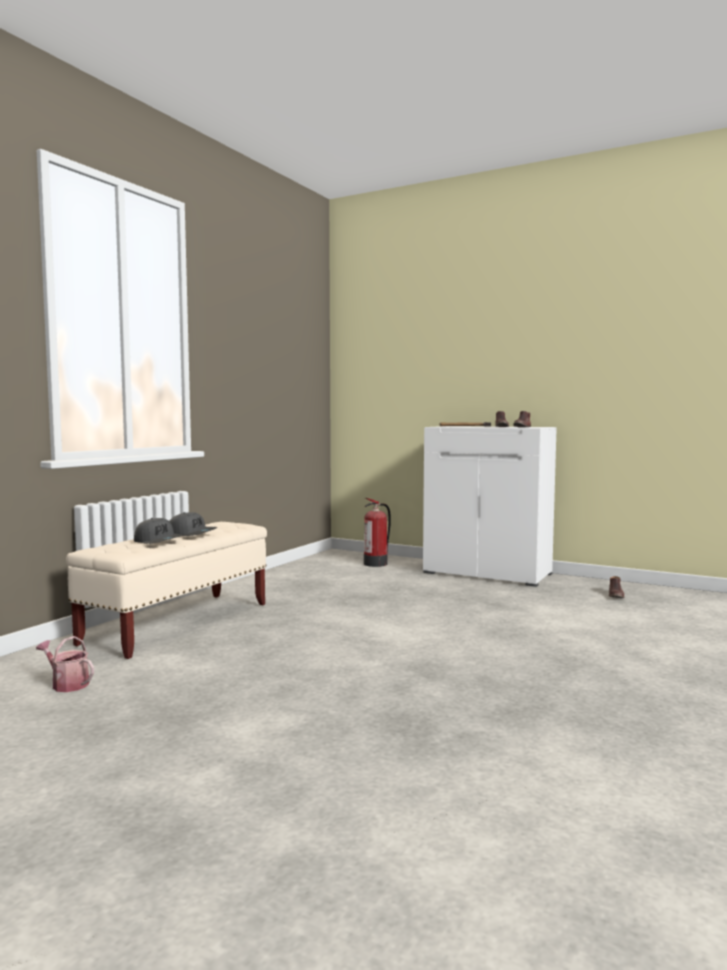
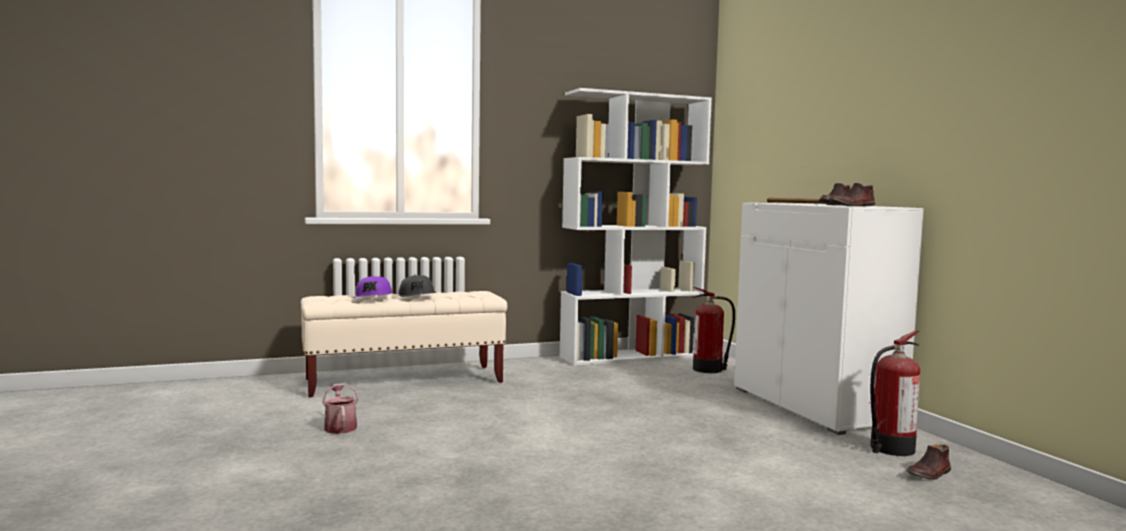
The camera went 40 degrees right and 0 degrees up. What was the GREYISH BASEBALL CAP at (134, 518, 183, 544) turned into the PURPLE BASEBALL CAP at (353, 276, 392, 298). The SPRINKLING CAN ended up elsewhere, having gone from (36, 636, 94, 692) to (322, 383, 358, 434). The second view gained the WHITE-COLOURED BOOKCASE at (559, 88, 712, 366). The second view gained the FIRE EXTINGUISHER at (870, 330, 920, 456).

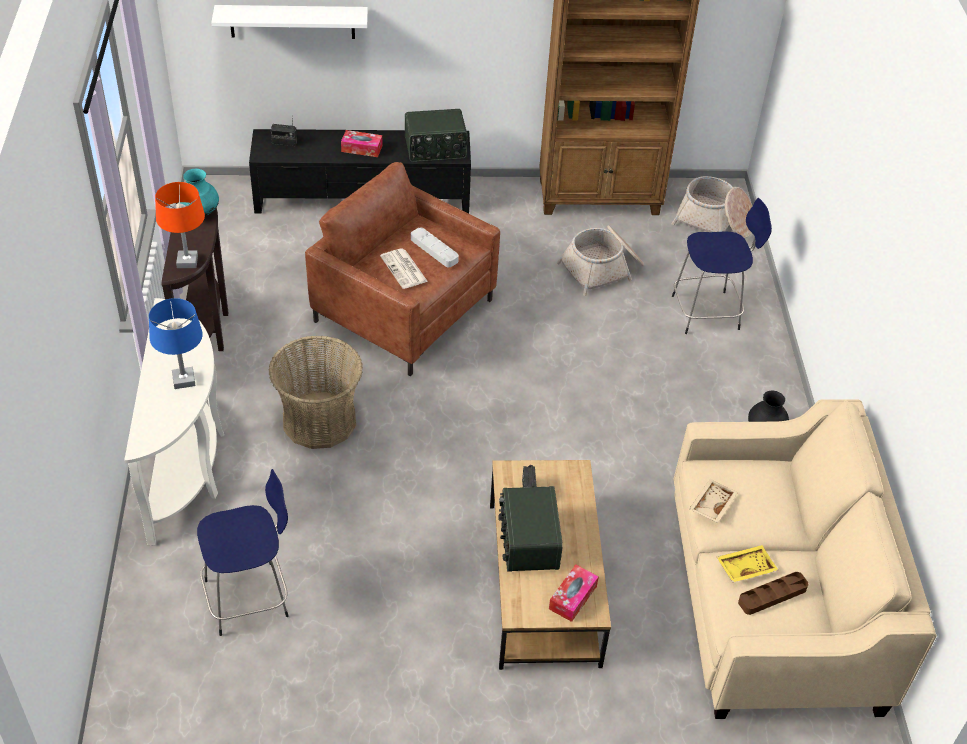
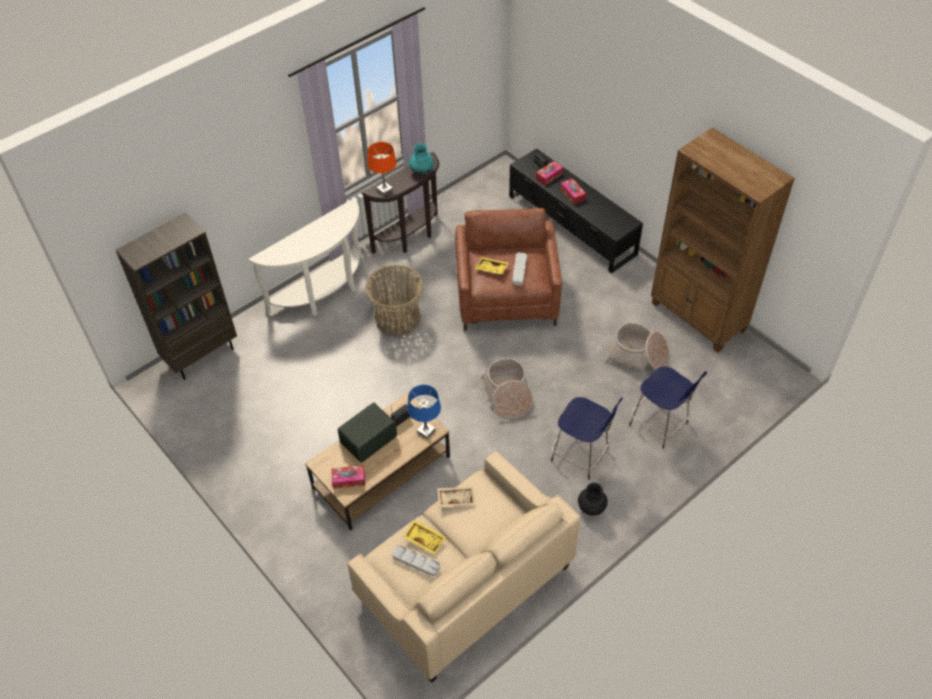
The camera went 55 degrees right and 5 degrees up. The second view lost the WHITE-COLOURED WALL SHELF at (211, 5, 368, 39). The second view lost the RADIO RECEIVER at (405, 109, 468, 162). The BASKET ended up elsewhere, having gone from (672, 176, 752, 238) to (481, 358, 532, 420). Where the NEWSPAPER stood at (380, 249, 428, 289), the YELLOW TRAY came to stand at (475, 257, 509, 274). The BLUE-COLOURED TABLETOP LAMP ended up elsewhere, having gone from (149, 298, 203, 389) to (407, 385, 441, 439). The BLUE-COLOURED SITTING STOOL ended up elsewhere, having gone from (197, 469, 289, 636) to (551, 397, 623, 480). What was the BROWN TRAY at (738, 572, 808, 615) turned into the GREYISH TRAY at (392, 545, 440, 577). The second view gained the BOX OF TISSUES at (536, 161, 563, 185). The second view gained the BROWN BOOKCASE at (116, 212, 237, 380).

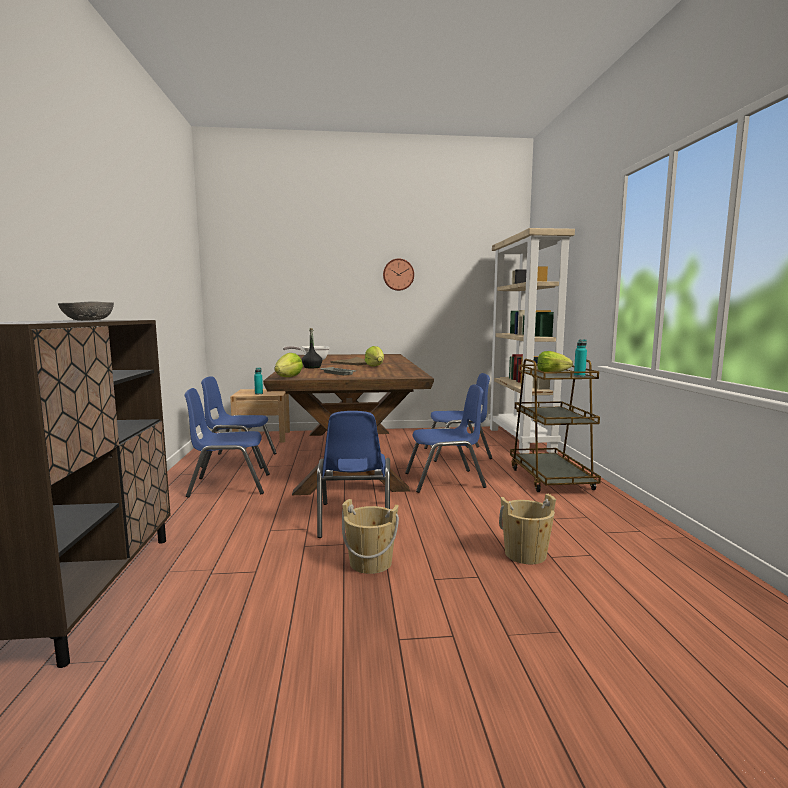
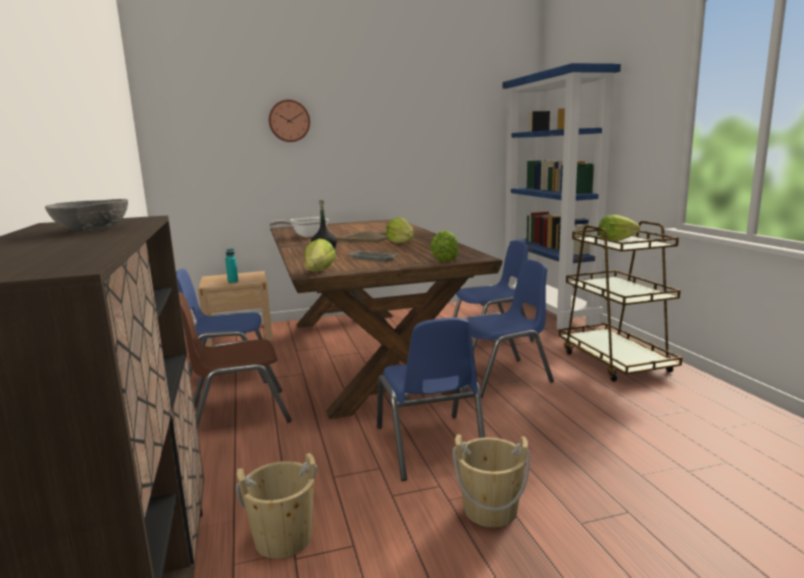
The camera went 10 degrees left and 5 degrees up. What was the SAND-COLOURED BOOKCASE at (488, 228, 575, 454) turned into the BLUE-COLOURED BOOKCASE at (502, 63, 621, 331). The HANGING CLOCK ended up elsewhere, having gone from (383, 259, 414, 291) to (269, 100, 310, 142). The second view lost the TURQUOISE BEVERAGE BOTTLE at (574, 339, 587, 377). What was the BLUE-COLOURED UPRIGHT CHAIR at (185, 388, 270, 497) turned into the BROWN UPRIGHT CHAIR at (179, 292, 292, 428). The SAND-COLOURED WATER BUCKET ended up elsewhere, having gone from (499, 494, 556, 564) to (236, 453, 317, 559). The second view gained the LETTUCE at (430, 230, 459, 262).

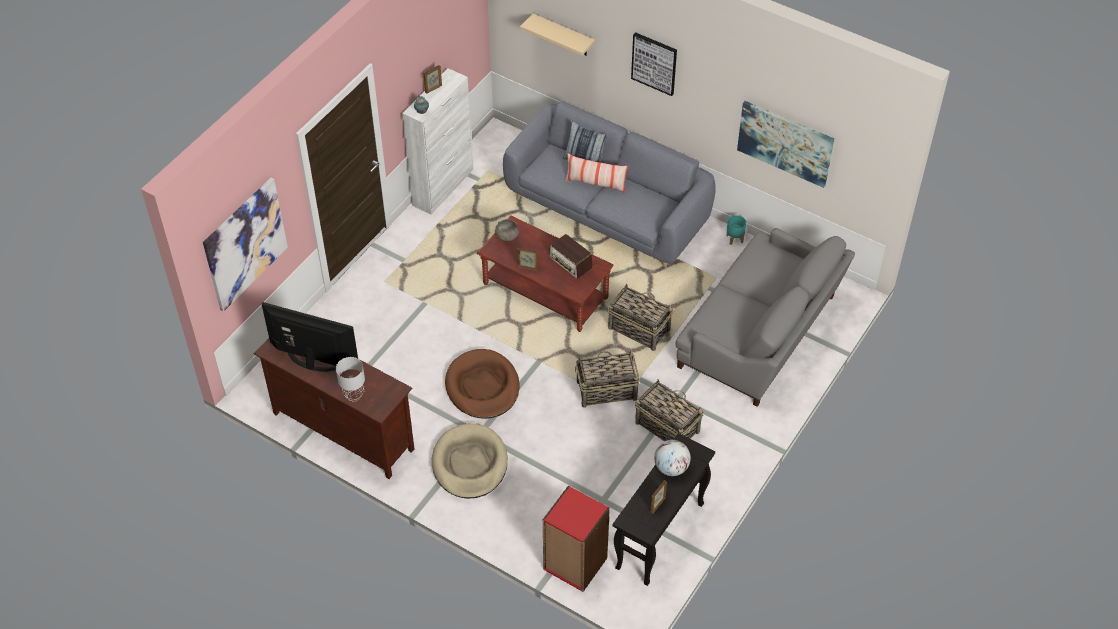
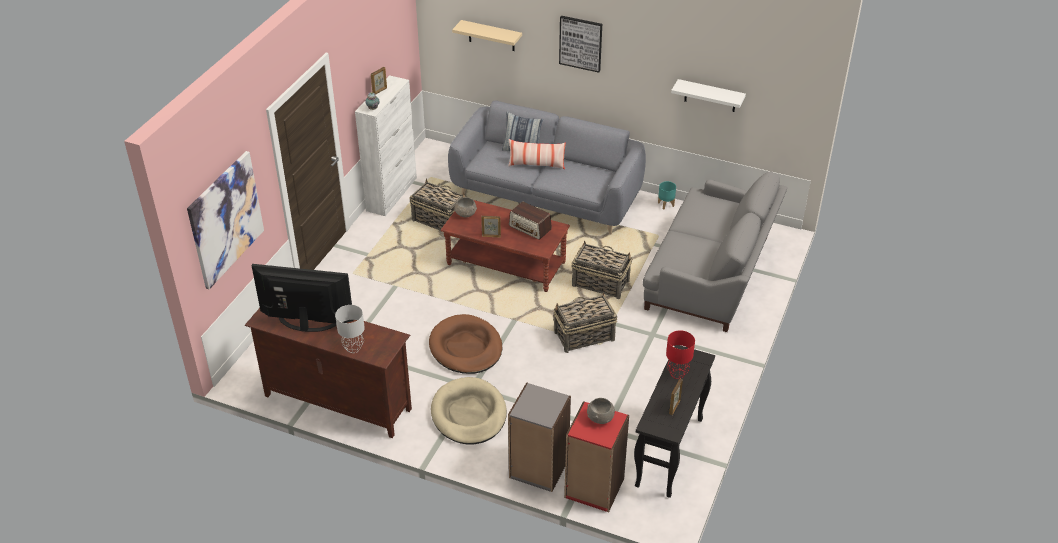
The camera went 10 degrees left and 10 degrees down. Where the PICTURE hung at (737, 101, 834, 188), the WHITE-COLOURED WALL SHELF came to hang at (671, 79, 746, 112). The BASKET ended up elsewhere, having gone from (635, 379, 704, 441) to (409, 178, 465, 231). Where the GLOBE stood at (654, 440, 691, 476), the REDDISH TABLETOP LAMP came to stand at (666, 330, 695, 379). The second view gained the GREYISH BOOKCASE at (508, 382, 571, 492). The second view gained the GREYISH BOWL at (587, 398, 615, 424).

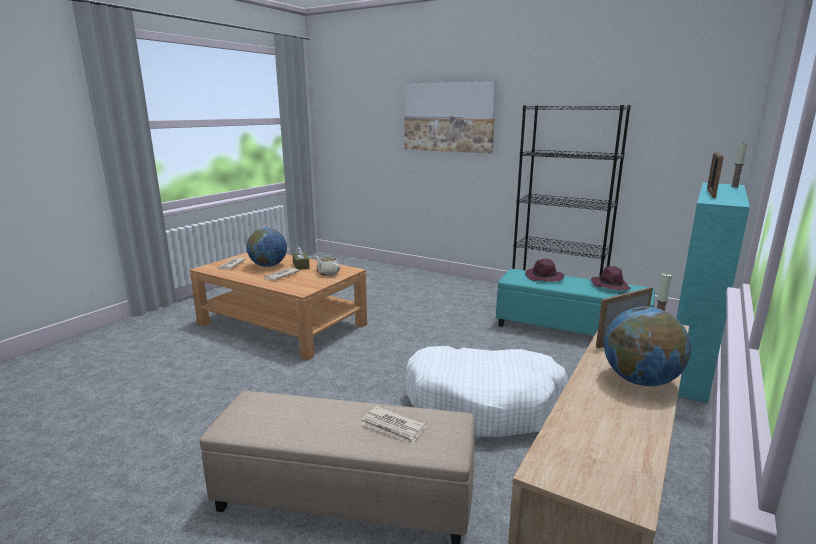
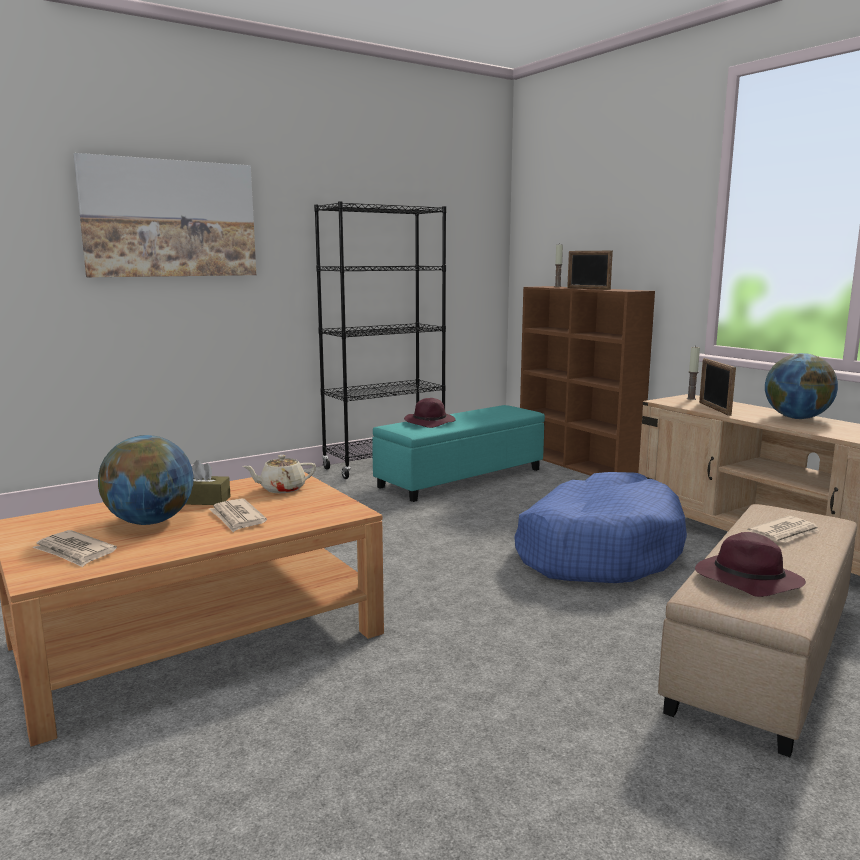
The camera went 65 degrees left and 5 degrees down. What was the TURQUOISE BOOKCASE at (676, 183, 750, 403) turned into the BROWN BOOKCASE at (520, 286, 655, 476). The PURPLE CLOTHING HAT ended up elsewhere, having gone from (591, 266, 631, 290) to (695, 532, 806, 597). What was the WHITE-COLOURED DOG BED at (405, 346, 568, 437) turned into the BLUE-COLOURED DOG BED at (514, 472, 687, 583).

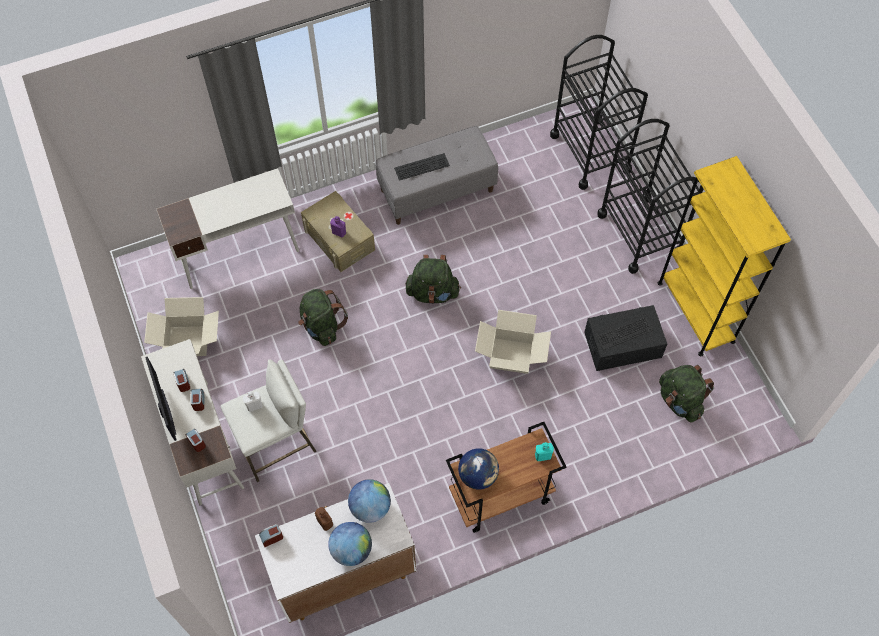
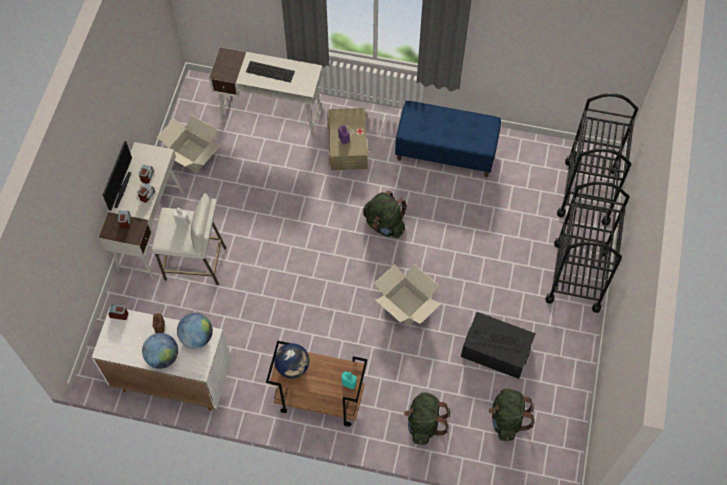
The camera went 35 degrees right and 0 degrees up. What was the GREYISH LONG SEAT at (376, 126, 498, 225) turned into the BLUE-COLOURED LONG SEAT at (395, 101, 501, 177). The KEYBOARD ended up elsewhere, having gone from (394, 153, 450, 181) to (246, 61, 295, 83). The second view lost the YELLOW BOOKCASE at (658, 156, 791, 356). The GREEN BACKPACK ended up elsewhere, having gone from (298, 289, 348, 346) to (404, 392, 450, 445).

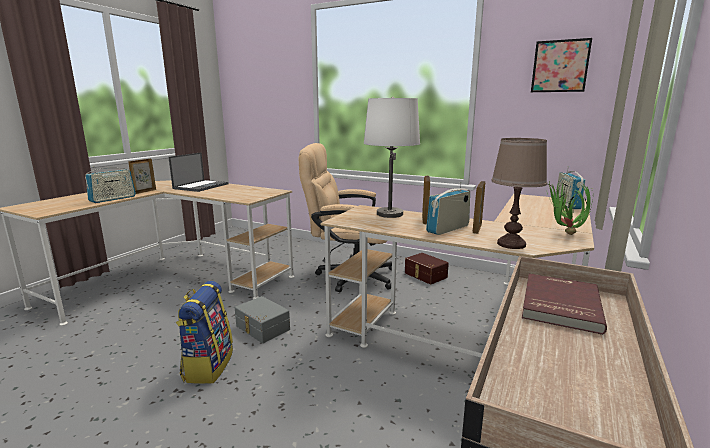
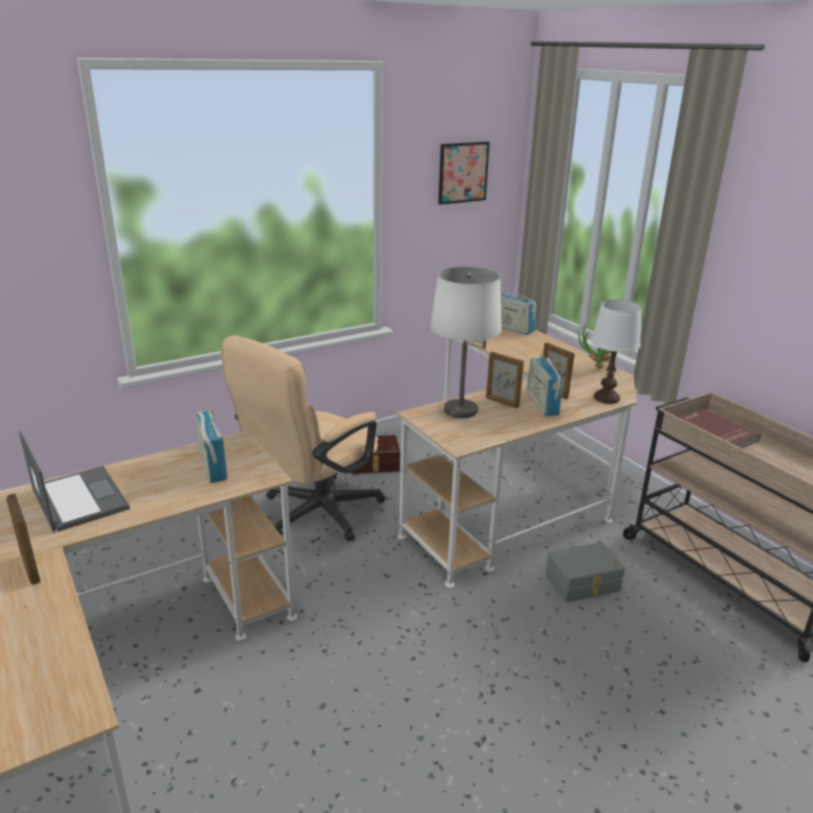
The camera went 60 degrees left and 10 degrees up. What was the BROWN TABLETOP LAMP at (491, 138, 547, 249) turned into the WHITE-COLOURED TABLETOP LAMP at (591, 299, 642, 404). The RADIO RECEIVER ended up elsewhere, having gone from (85, 166, 136, 203) to (195, 410, 228, 483). The second view lost the BACKPACK at (176, 281, 233, 384). The GREYISH STORAGE CONTAINER ended up elsewhere, having gone from (235, 296, 290, 343) to (546, 542, 625, 602).

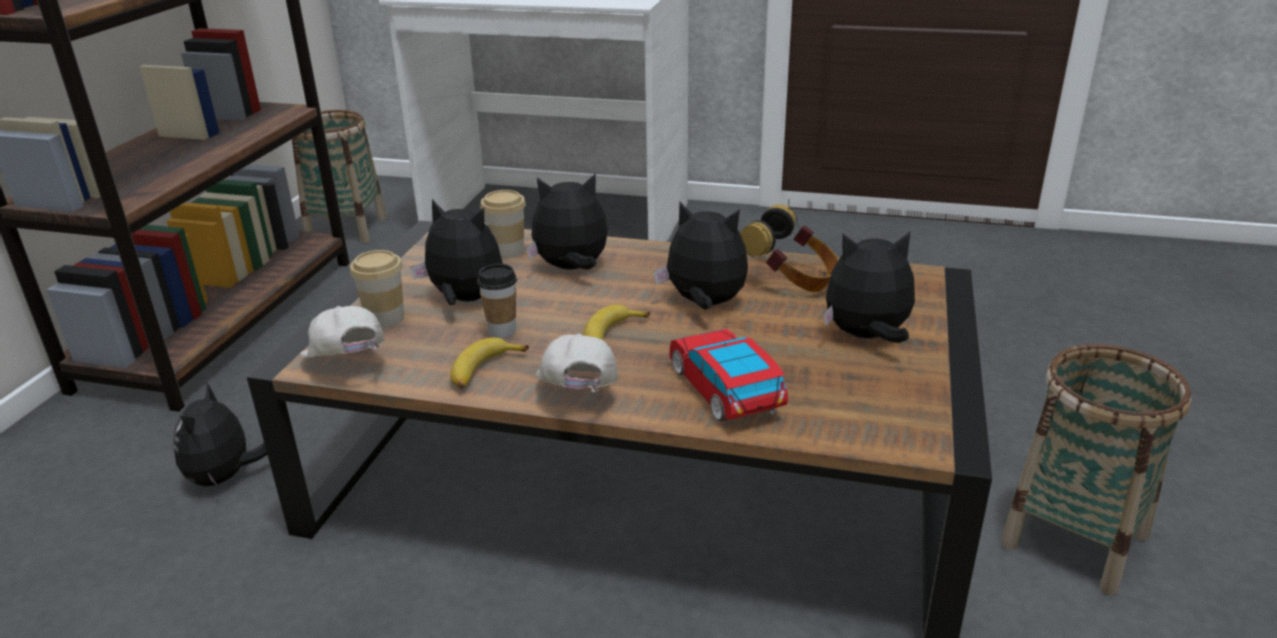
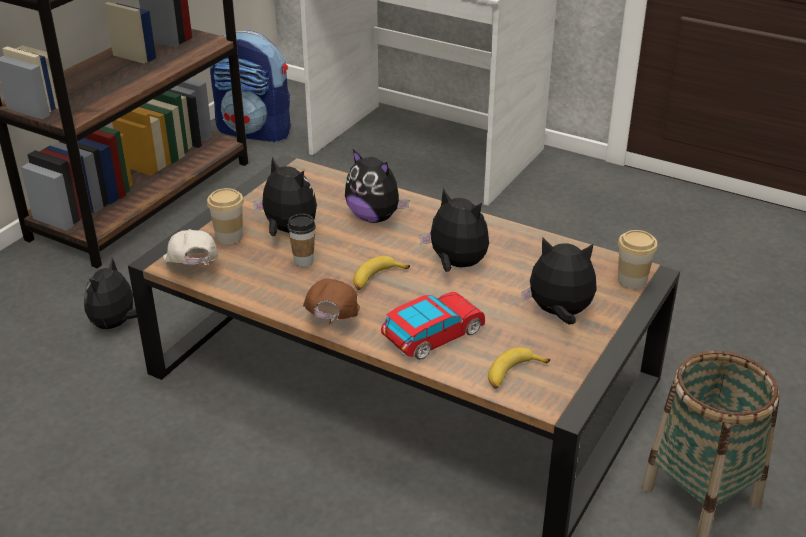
The camera went 15 degrees right and 5 degrees up. Where the BASKET stood at (292, 110, 387, 243), the BACKPACK came to stand at (210, 30, 291, 143). The CUDDLY TOY at (526, 174, 608, 270) ended up facing another way, 150 degrees counterclockwise from before. The SMALL CUP ended up elsewhere, having gone from (480, 190, 526, 259) to (618, 230, 658, 289). The second view lost the PAIR OF HEADPHONES at (740, 204, 839, 292). The MODEL CAR at (670, 329, 788, 422) ended up facing another way, 60 degrees clockwise from before. What was the WHITE-COLOURED BASEBALL CAP at (536, 333, 618, 392) turned into the BROWN BASEBALL CAP at (303, 279, 360, 324). The BANANA ended up elsewhere, having gone from (450, 337, 529, 389) to (488, 347, 550, 389).

